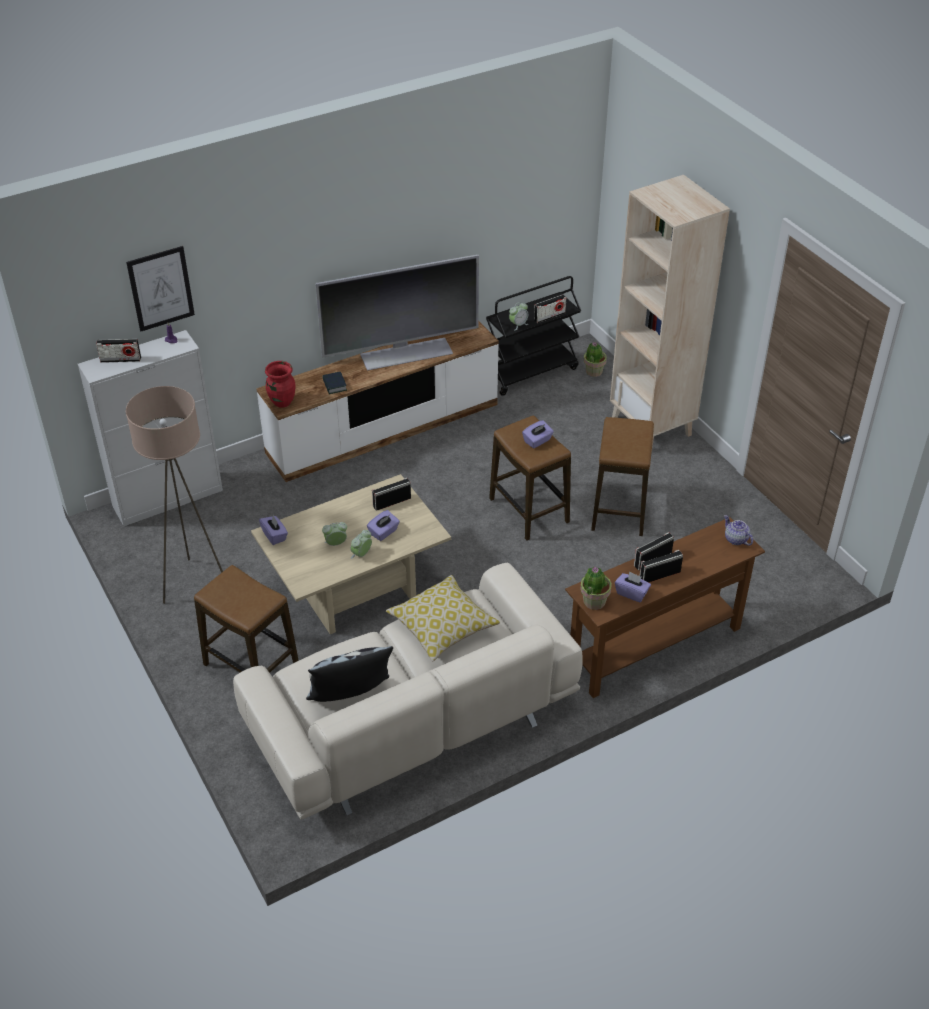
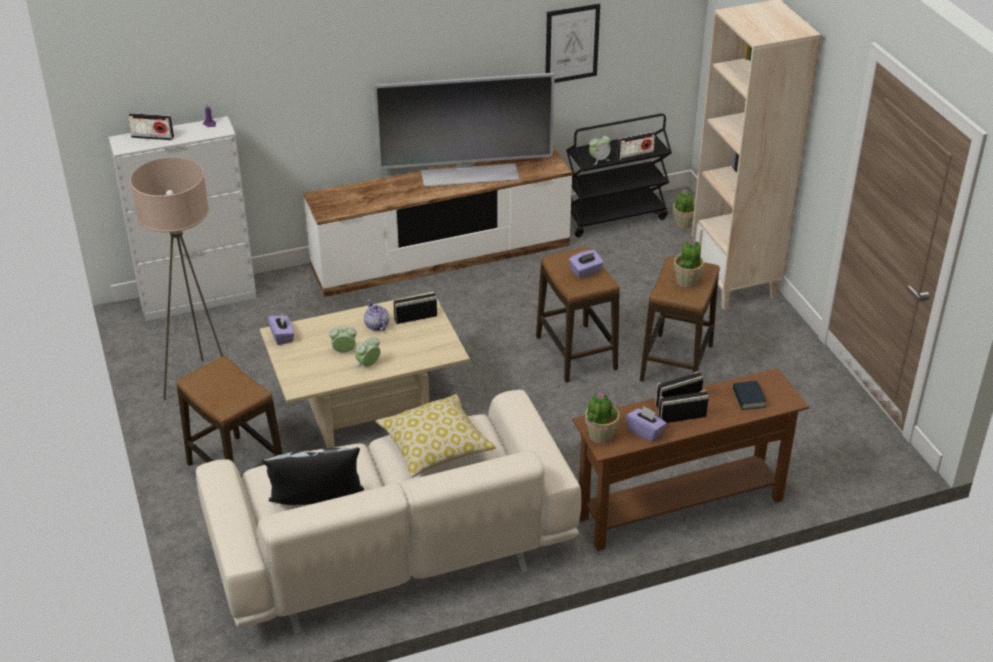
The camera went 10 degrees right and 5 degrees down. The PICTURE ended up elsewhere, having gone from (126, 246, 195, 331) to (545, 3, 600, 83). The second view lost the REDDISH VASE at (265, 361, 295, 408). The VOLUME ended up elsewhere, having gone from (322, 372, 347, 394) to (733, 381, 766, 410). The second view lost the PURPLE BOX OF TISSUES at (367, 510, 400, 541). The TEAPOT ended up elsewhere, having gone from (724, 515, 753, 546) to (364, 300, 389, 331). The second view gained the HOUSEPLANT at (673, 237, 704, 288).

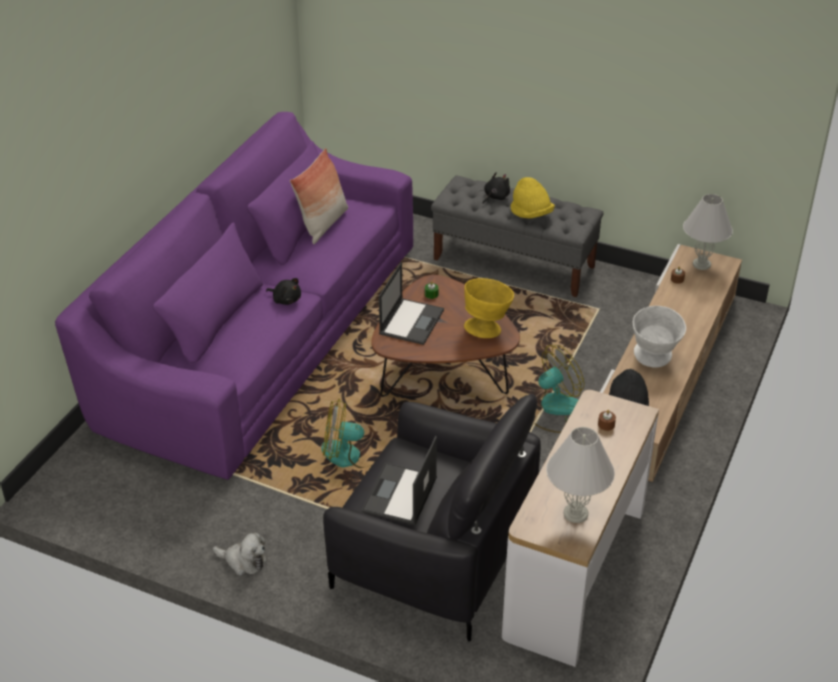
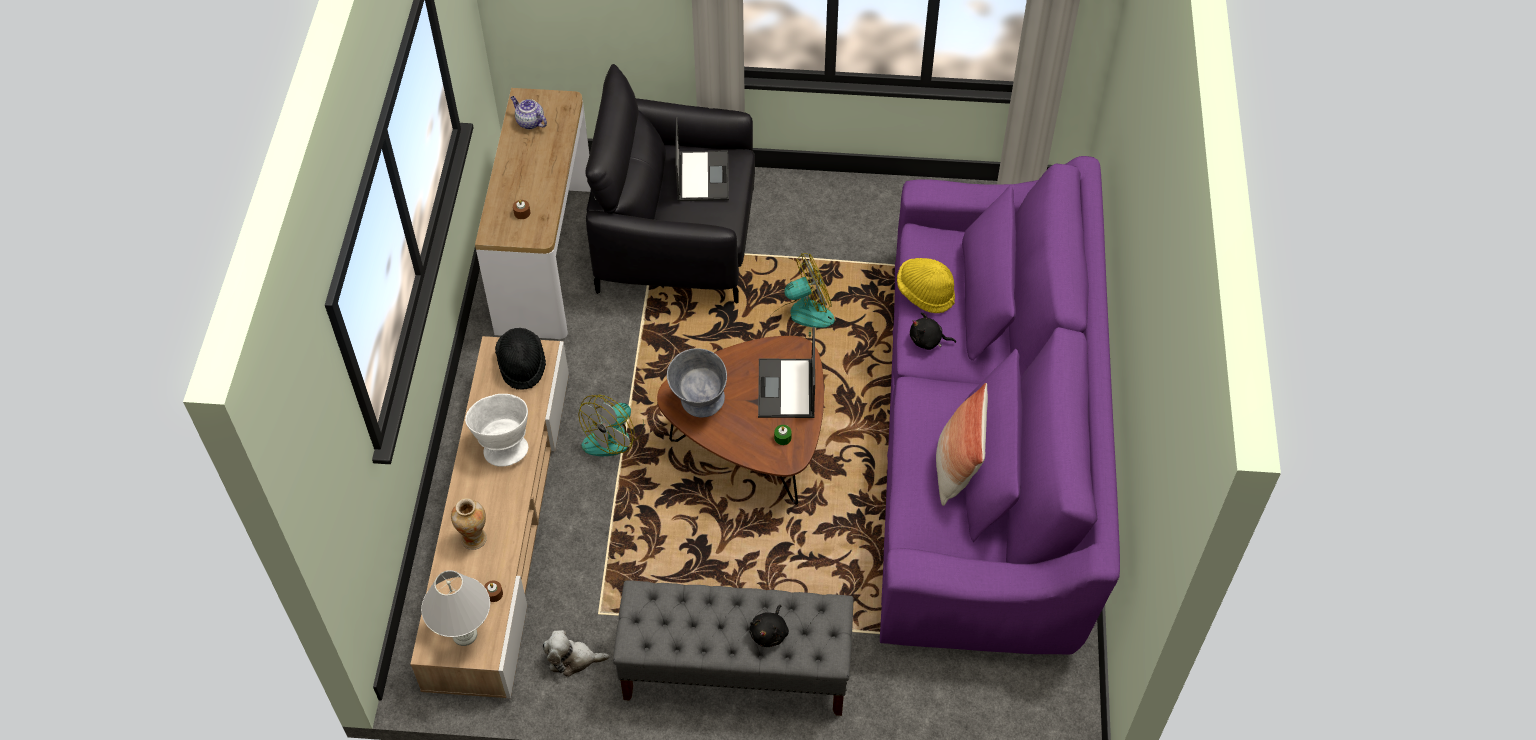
The camera went 160 degrees right and 15 degrees up. The YELLOW CLOTHING HAT ended up elsewhere, having gone from (511, 177, 555, 218) to (897, 258, 955, 313). What was the YELLOW BOWL at (464, 278, 514, 338) turned into the GREYISH BOWL at (667, 348, 727, 418). Where the WHITE-COLOURED TABLETOP LAMP stood at (546, 427, 615, 523), the TEAPOT came to stand at (510, 96, 547, 129). The CUDDLY TOY ended up elsewhere, having gone from (213, 532, 267, 576) to (542, 630, 610, 677). The second view gained the VASE at (451, 498, 487, 550).

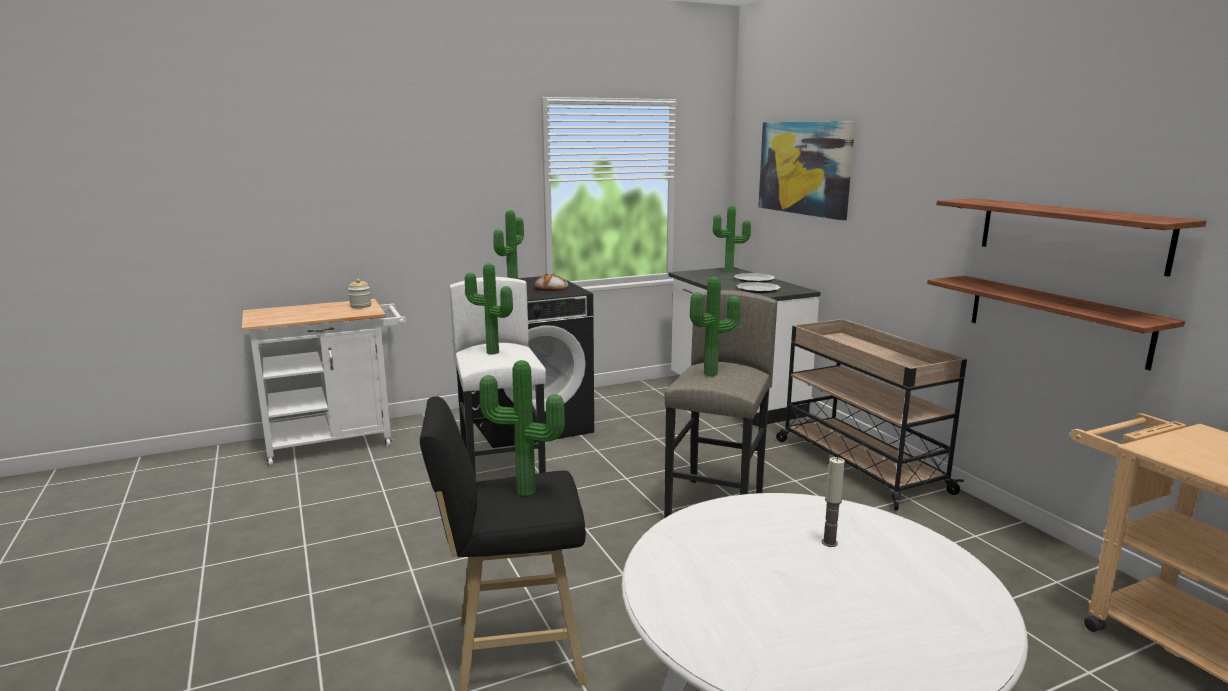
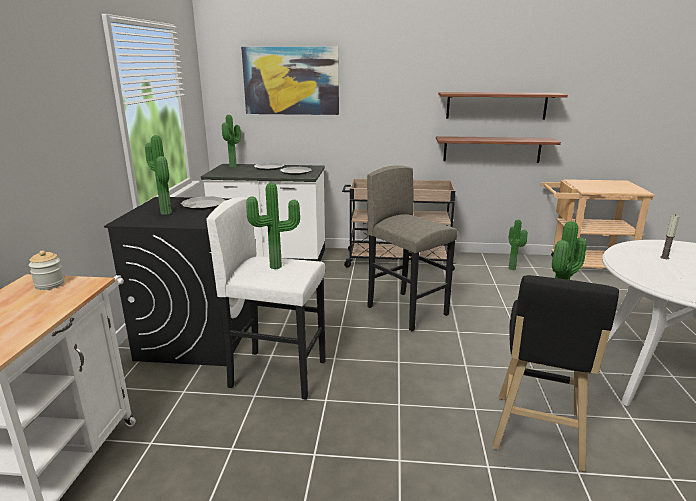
The camera went 60 degrees left and 5 degrees up. Where the BREAD stood at (534, 273, 568, 291), the DINNER PLATE came to stand at (180, 196, 226, 210). The HOUSEPLANT ended up elsewhere, having gone from (690, 277, 740, 377) to (508, 220, 528, 270).

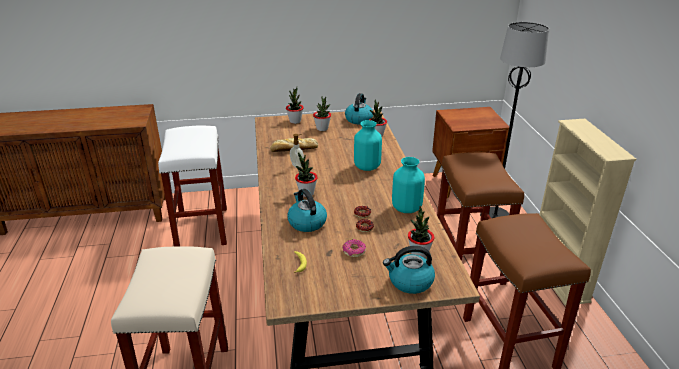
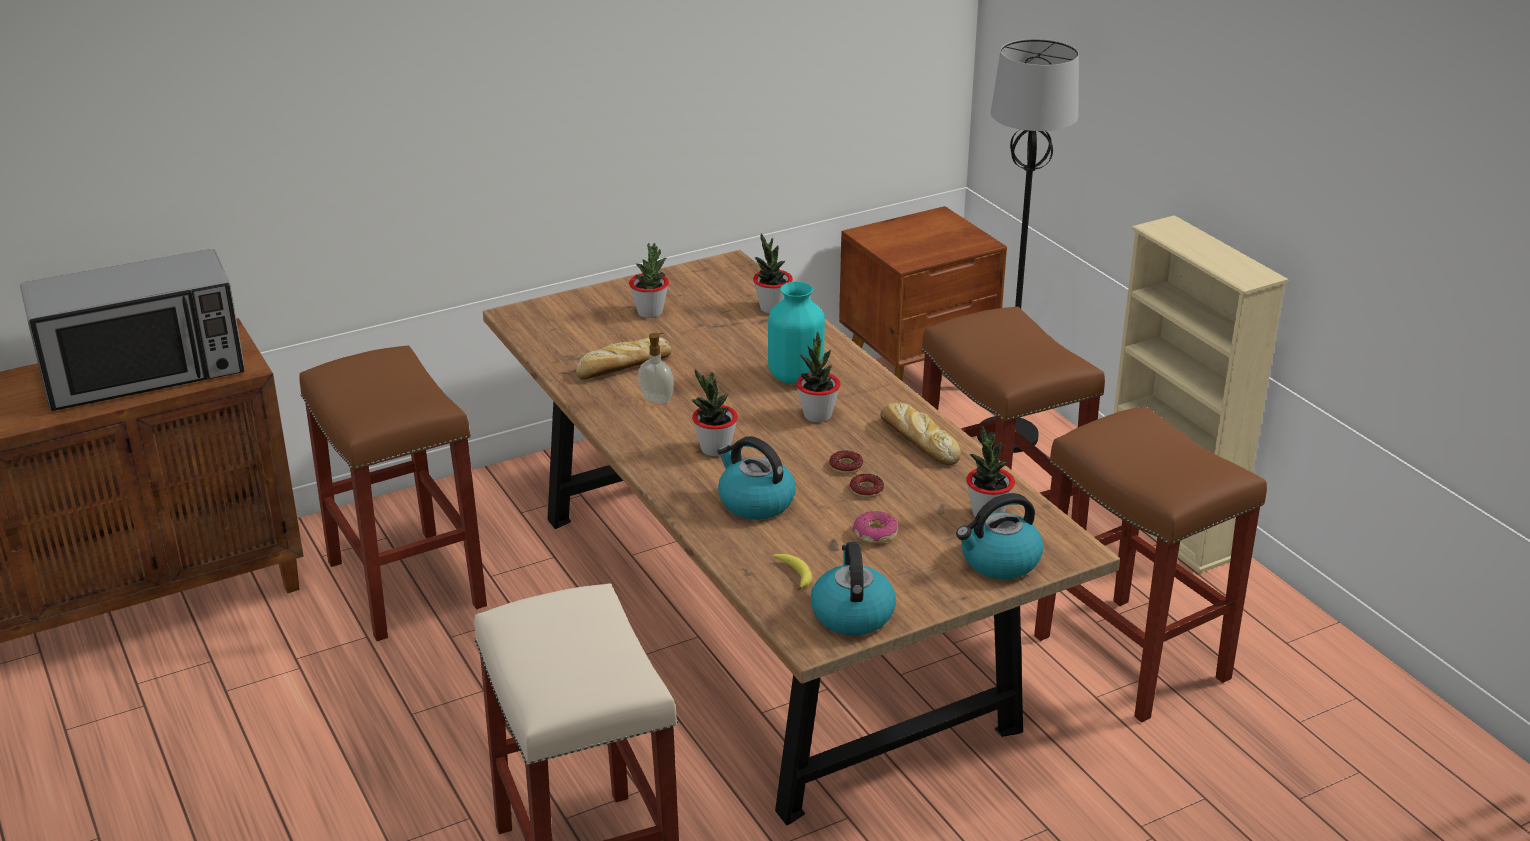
The camera went 20 degrees left and 0 degrees up. The HOUSEPLANT ended up elsewhere, having gone from (286, 87, 304, 124) to (796, 331, 840, 422). The WATER KETTLE ended up elsewhere, having gone from (345, 93, 373, 124) to (811, 542, 896, 636). What was the WHITE-COLOURED SITTING STOOL at (158, 125, 227, 247) turned into the BROWN SITTING STOOL at (299, 345, 487, 641). Where the TURQUOISE VASE stood at (392, 157, 425, 213), the BREAD came to stand at (880, 402, 961, 465). The second view gained the MICROWAVE OVEN at (20, 249, 245, 411).

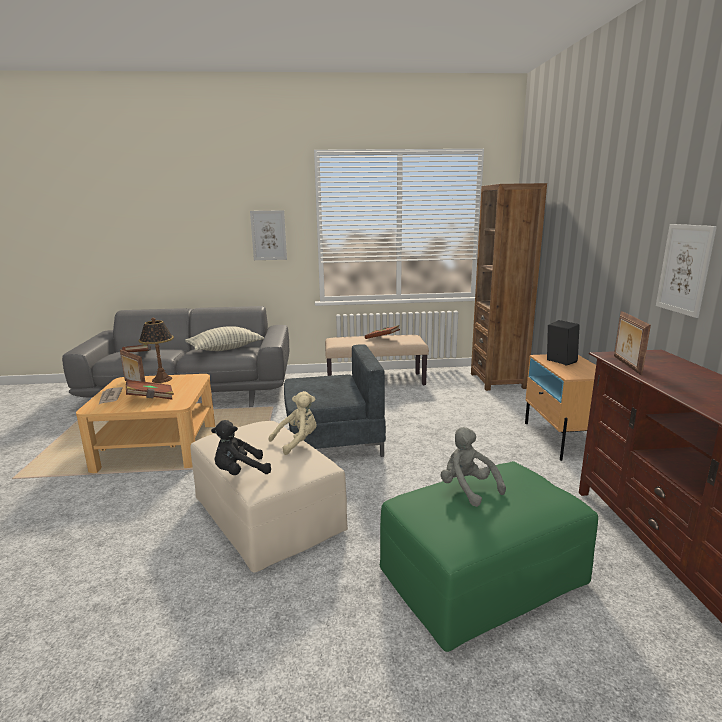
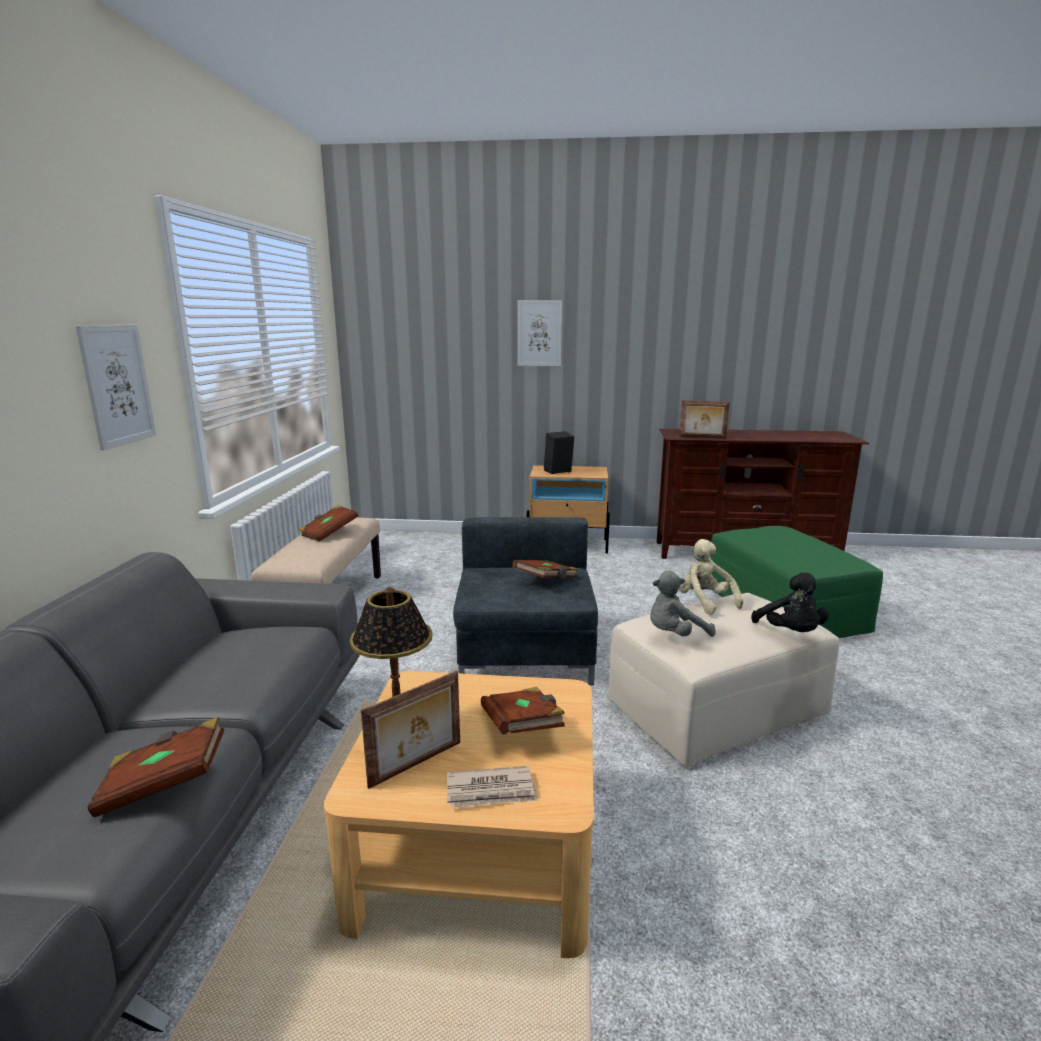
The camera went 80 degrees left and 0 degrees up. The second view lost the BROWN BOOKCASE at (471, 183, 547, 391). The PICTURE ended up elsewhere, having gone from (656, 224, 717, 318) to (518, 300, 562, 366). The second view lost the PILLOW at (185, 326, 264, 351). The GREYISH CUDDLY TOY ended up elsewhere, having gone from (441, 427, 506, 507) to (650, 571, 716, 637). The second view gained the BROWN VOLUME at (512, 560, 578, 579).

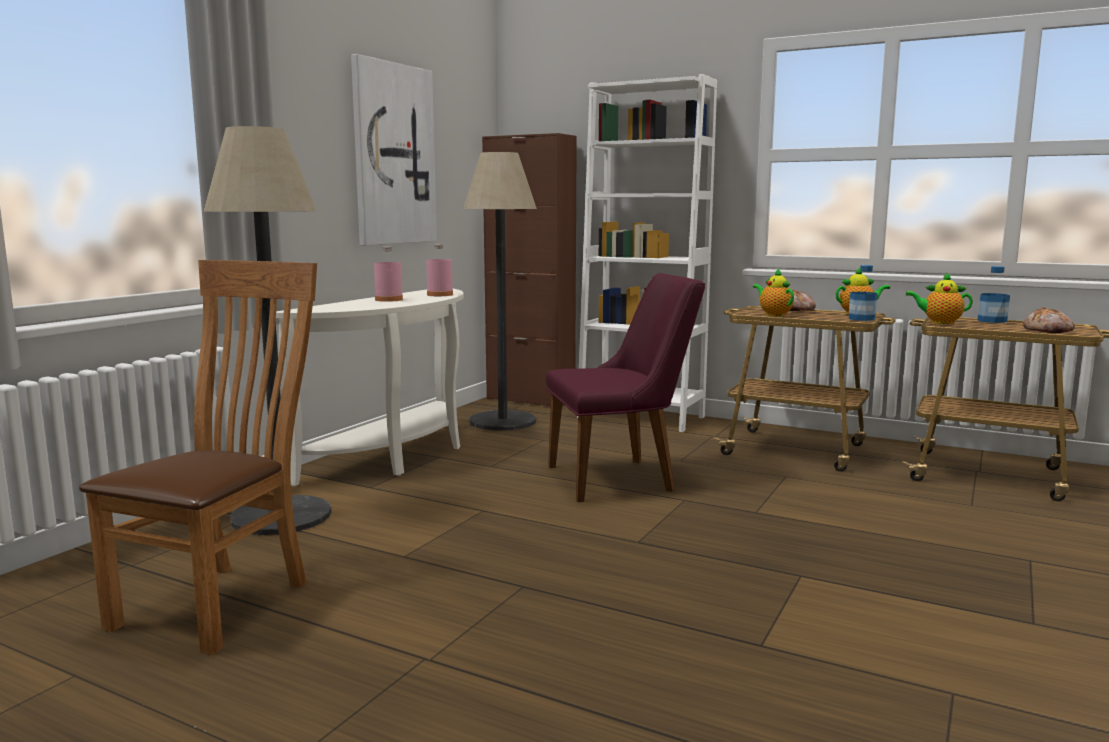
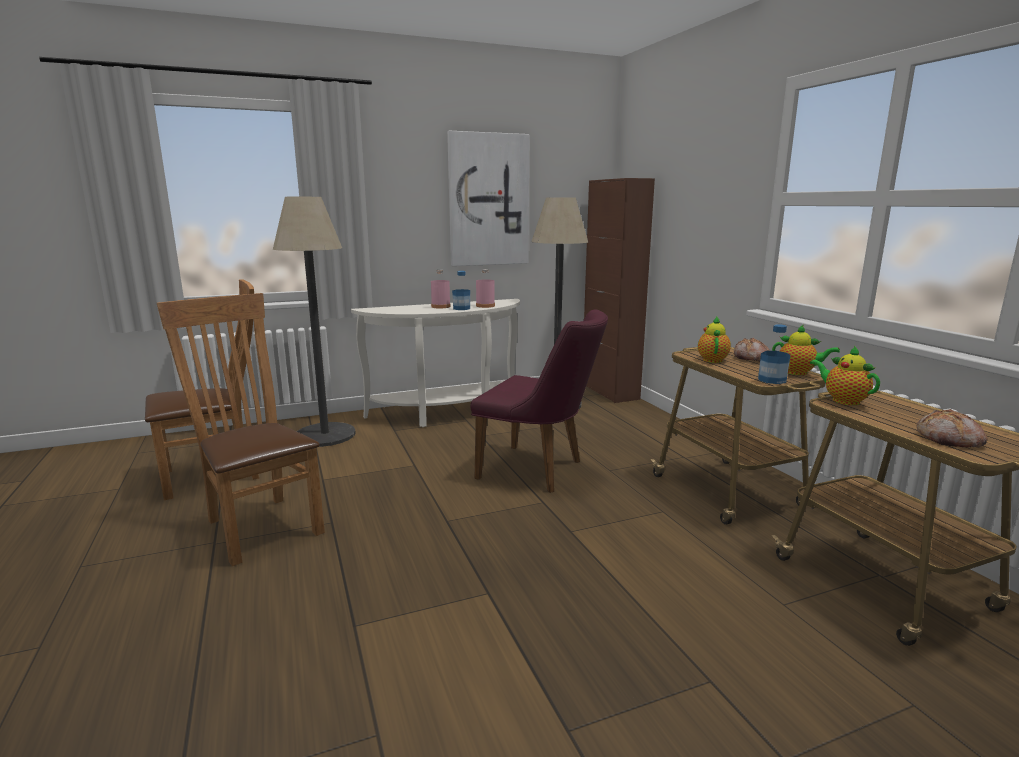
The camera went 40 degrees right and 5 degrees up. The second view lost the WHITE-COLOURED BOOKCASE at (577, 74, 717, 432). The BEVERAGE BOTTLE ended up elsewhere, having gone from (978, 266, 1010, 323) to (452, 271, 470, 310). The second view gained the BROWN UPRIGHT CHAIR at (157, 293, 325, 566).

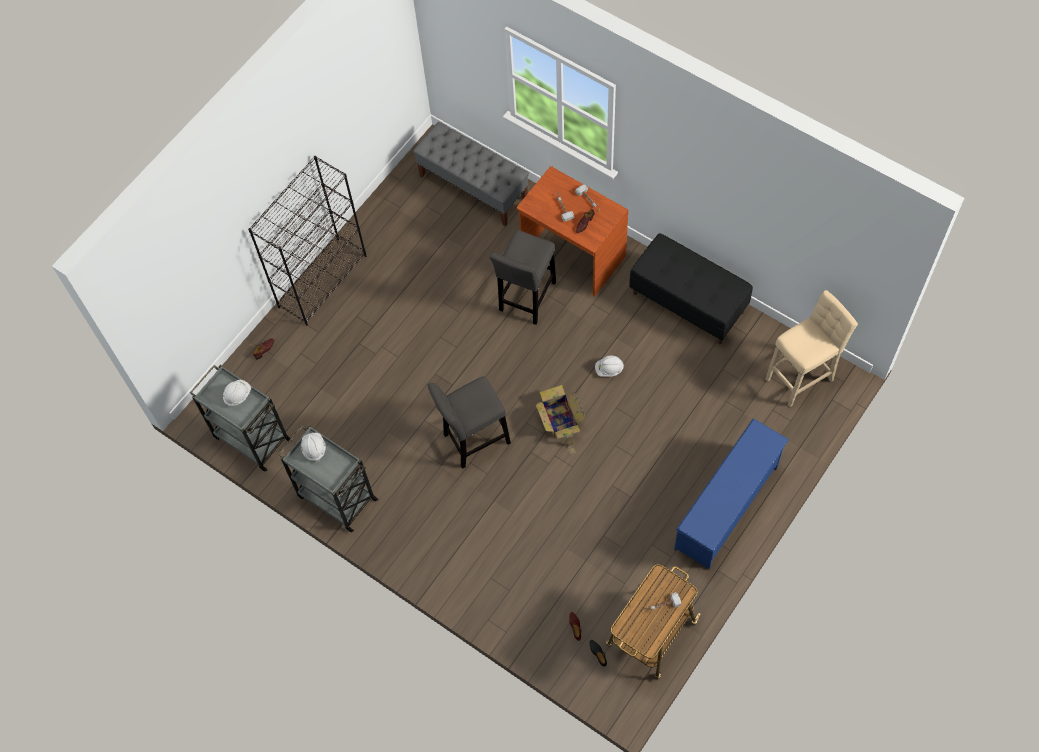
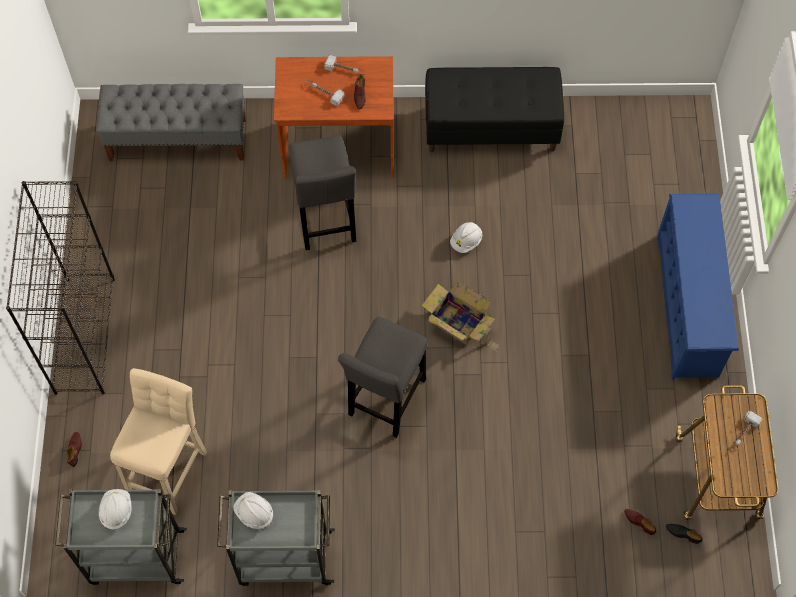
The camera went 40 degrees left and 0 degrees up. The SAND-COLOURED SITTING STOOL ended up elsewhere, having gone from (766, 290, 858, 407) to (110, 368, 207, 515).

